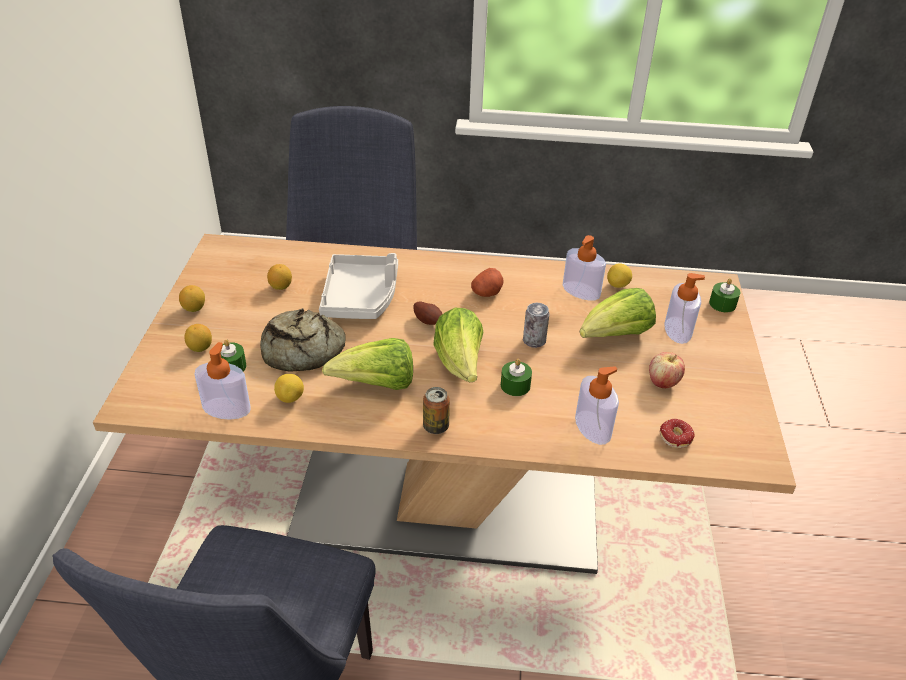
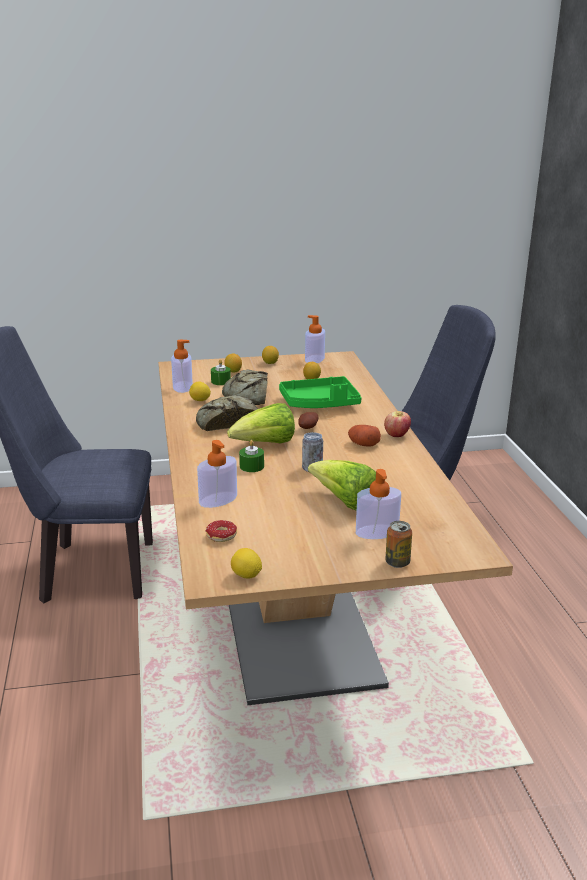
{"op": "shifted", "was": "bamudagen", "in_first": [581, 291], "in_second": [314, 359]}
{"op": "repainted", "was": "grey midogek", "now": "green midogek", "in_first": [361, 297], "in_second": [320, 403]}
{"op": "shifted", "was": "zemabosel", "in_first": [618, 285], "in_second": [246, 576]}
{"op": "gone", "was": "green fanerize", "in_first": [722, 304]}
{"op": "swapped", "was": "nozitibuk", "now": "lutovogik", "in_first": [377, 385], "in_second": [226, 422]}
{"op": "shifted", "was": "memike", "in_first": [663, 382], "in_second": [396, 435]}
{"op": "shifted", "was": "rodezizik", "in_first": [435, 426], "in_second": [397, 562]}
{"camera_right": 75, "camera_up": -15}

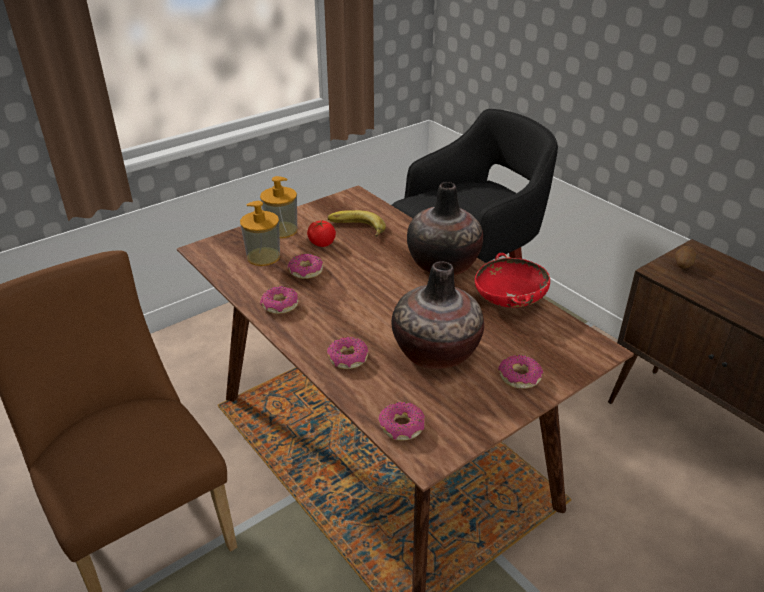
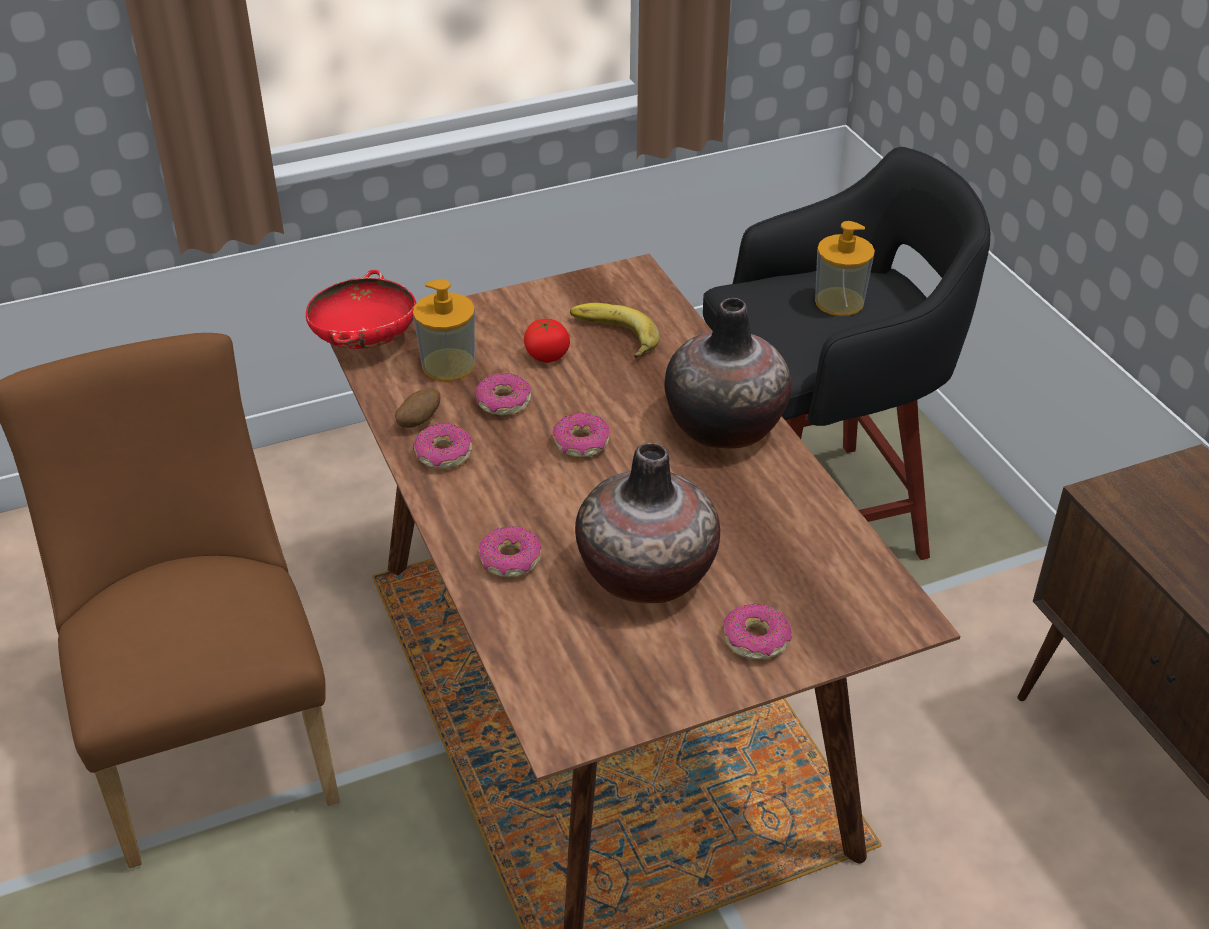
{"op": "shifted", "was": "bamudagen", "in_first": [281, 230], "in_second": [839, 302]}
{"op": "shifted", "was": "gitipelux", "in_first": [682, 265], "in_second": [419, 421]}
{"op": "shifted", "was": "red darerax", "in_first": [509, 301], "in_second": [364, 340]}
{"op": "shifted", "was": "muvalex", "in_first": [401, 427], "in_second": [581, 443]}
{"camera_right": 15, "camera_up": 5}

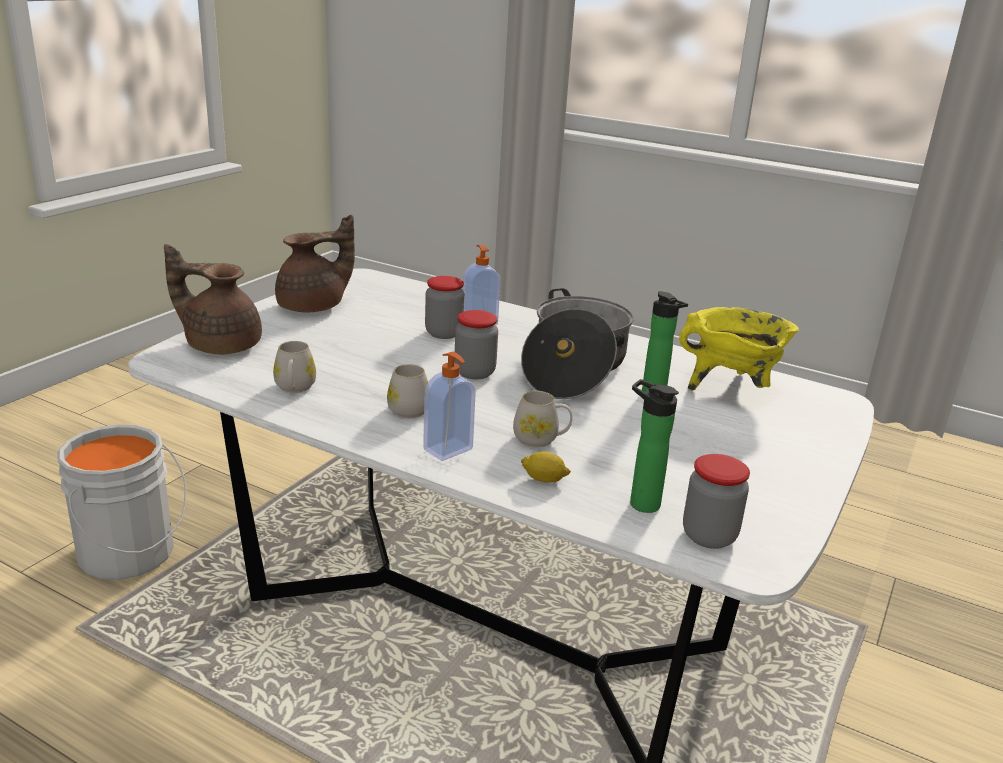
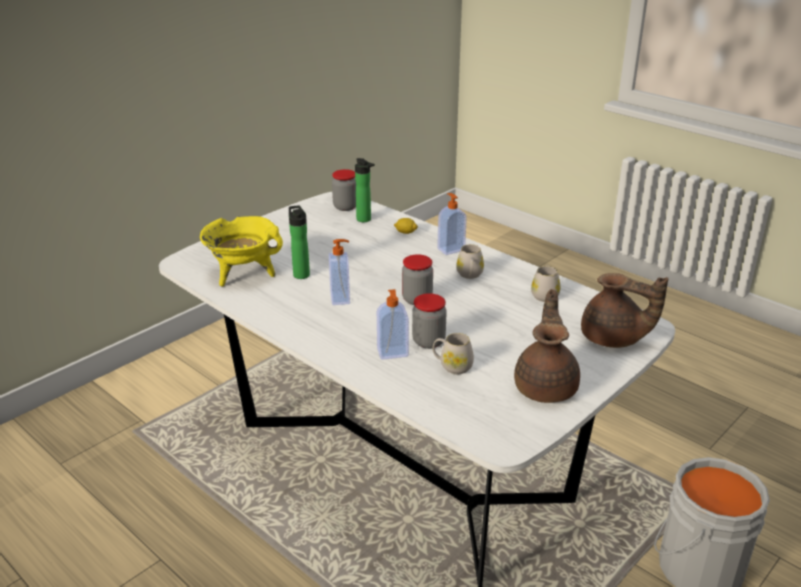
{"op": "rotated", "was": "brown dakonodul", "in_first": [314, 307], "in_second": [546, 386], "clockwise": 120}
{"op": "swapped", "was": "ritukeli", "now": "bamudagen", "in_first": [574, 368], "in_second": [341, 298]}
{"op": "shifted", "was": "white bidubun", "in_first": [541, 439], "in_second": [452, 366]}
{"camera_right": -165, "camera_up": 5}

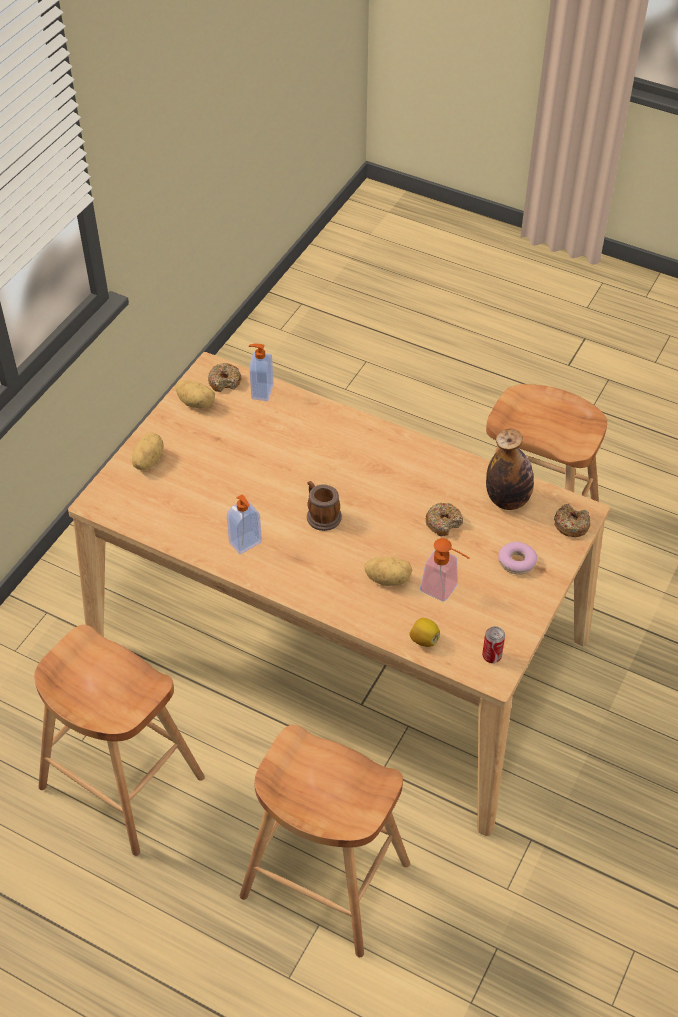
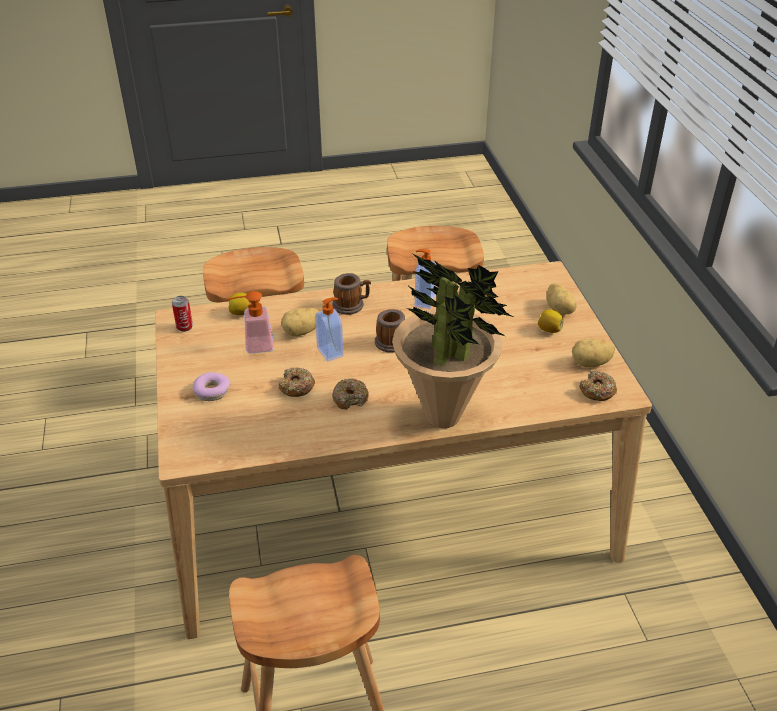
{"op": "shifted", "was": "bamudagen", "in_first": [261, 392], "in_second": [331, 352]}
{"op": "gone", "was": "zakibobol", "in_first": [507, 500]}
{"op": "shifted", "was": "muvalex", "in_first": [571, 525], "in_second": [350, 398]}
{"op": "new", "now": "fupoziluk", "in_second": [444, 417]}
{"op": "new", "now": "bidubun", "in_second": [351, 305]}
{"op": "new", "now": "zemabosel", "in_second": [549, 330]}
{"camera_right": 140, "camera_up": -10}

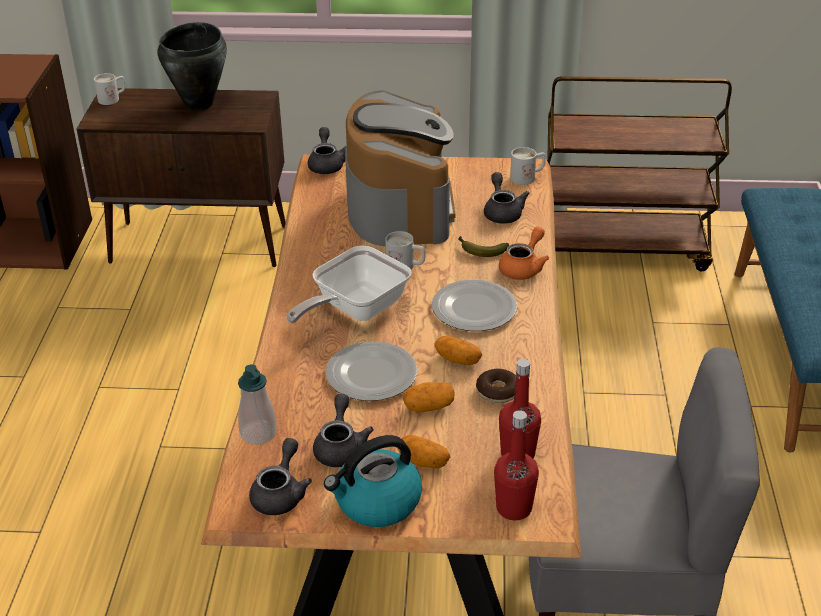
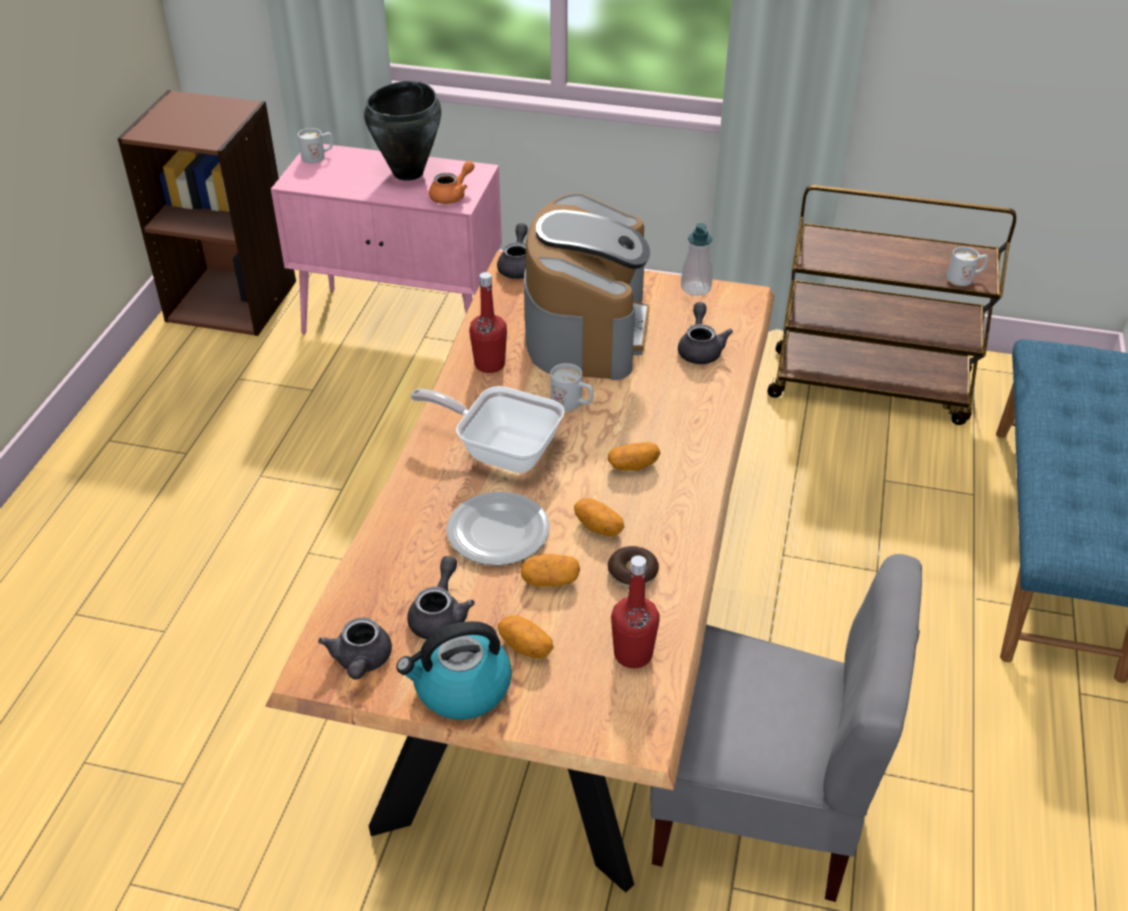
{"op": "repainted", "was": "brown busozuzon", "now": "pink busozuzon", "in_first": [201, 244], "in_second": [403, 324]}
{"op": "shifted", "was": "white bidubun", "in_first": [527, 177], "in_second": [965, 278]}
{"op": "shifted", "was": "orange dakonodul", "in_first": [523, 268], "in_second": [452, 195]}
{"op": "gone", "was": "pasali", "in_first": [480, 250]}
{"op": "rotated", "was": "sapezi", "in_first": [354, 310], "in_second": [501, 450], "clockwise": 60}
{"op": "swapped", "was": "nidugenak", "now": "gitipelux", "in_first": [473, 308], "in_second": [633, 465]}
{"op": "shifted", "was": "bamudagen", "in_first": [258, 433], "in_second": [696, 288]}
{"op": "shifted", "was": "red zakibobol", "in_first": [514, 508], "in_second": [489, 364]}
{"op": "rotated", "was": "grey dakonodul", "in_first": [281, 493], "in_second": [361, 661], "clockwise": 150}
{"camera_right": 10, "camera_up": 5}

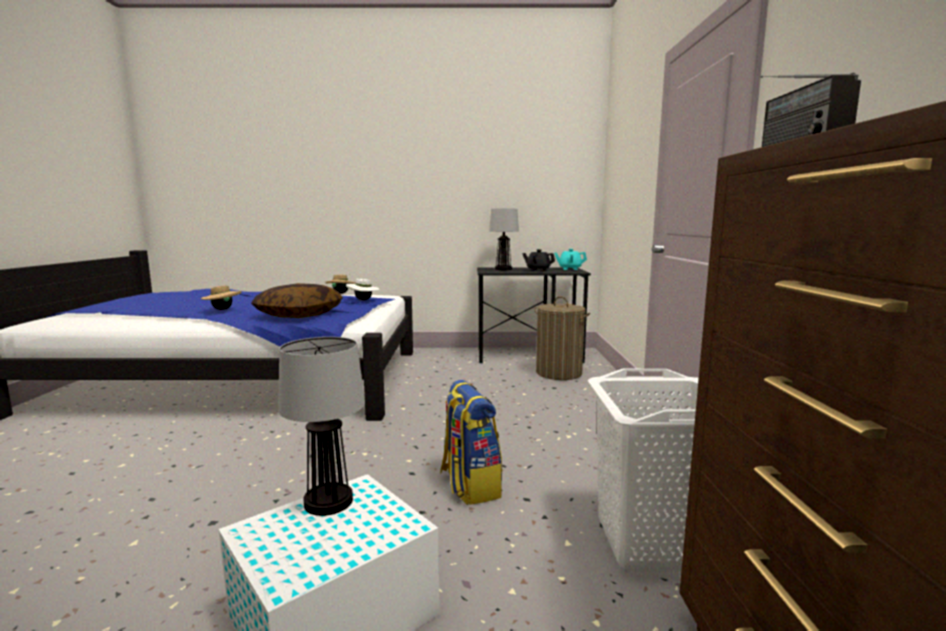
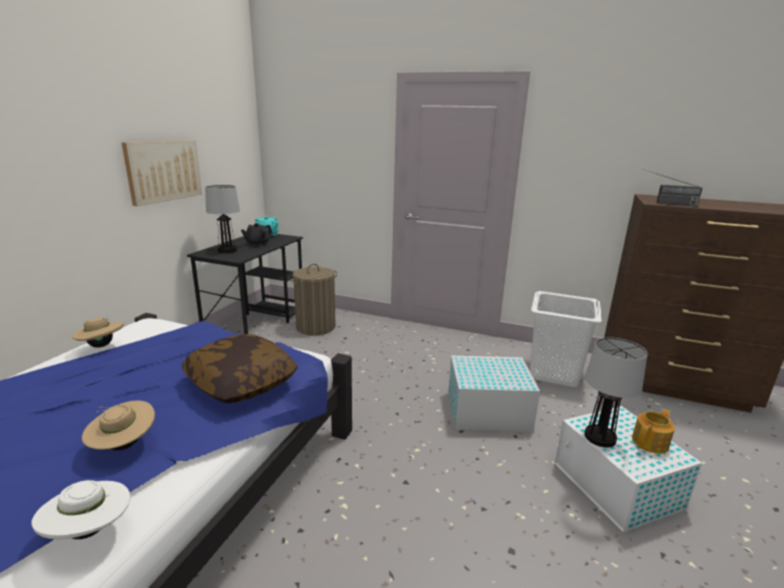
{"op": "shifted", "was": "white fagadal", "in_first": [363, 300], "in_second": [90, 531]}
{"op": "swapped", "was": "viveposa", "now": "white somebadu", "in_first": [469, 485], "in_second": [486, 410]}
{"op": "new", "now": "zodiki", "in_second": [163, 170]}
{"op": "new", "now": "dakonodul", "in_second": [651, 442]}
{"camera_right": -70, "camera_up": 10}

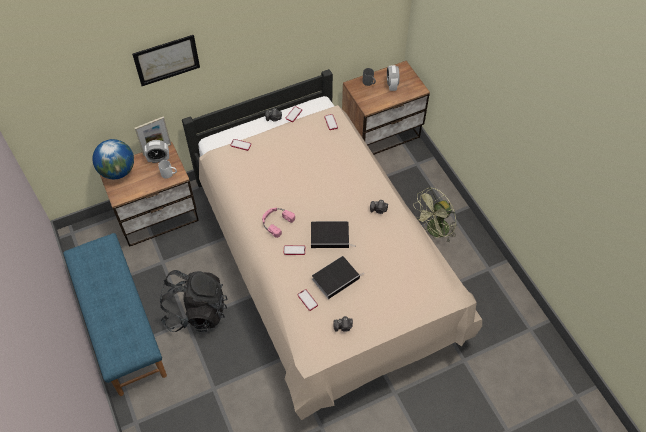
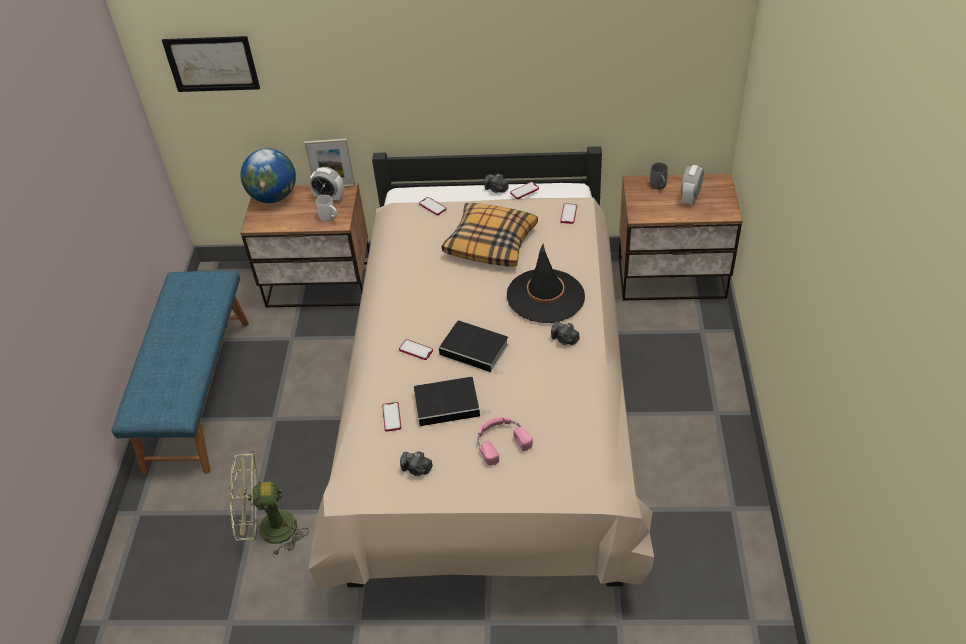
{"op": "shifted", "was": "zodiki", "in_first": [166, 60], "in_second": [212, 63]}
{"op": "shifted", "was": "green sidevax", "in_first": [434, 231], "in_second": [268, 530]}
{"op": "shifted", "was": "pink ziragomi", "in_first": [276, 222], "in_second": [501, 441]}
{"op": "gone", "was": "black viveposa", "in_first": [196, 311]}
{"op": "new", "now": "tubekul", "in_second": [491, 242]}
{"op": "new", "now": "black fagadal", "in_second": [545, 296]}
{"camera_right": 30, "camera_up": -10}

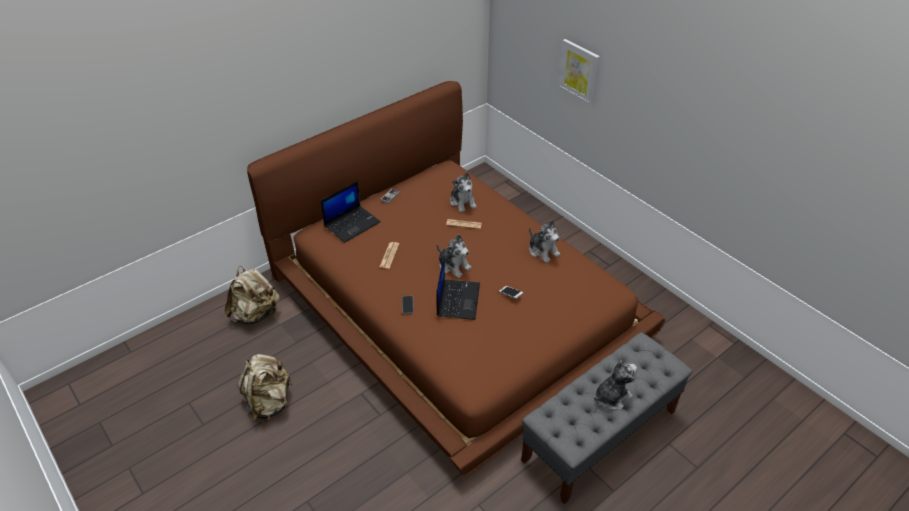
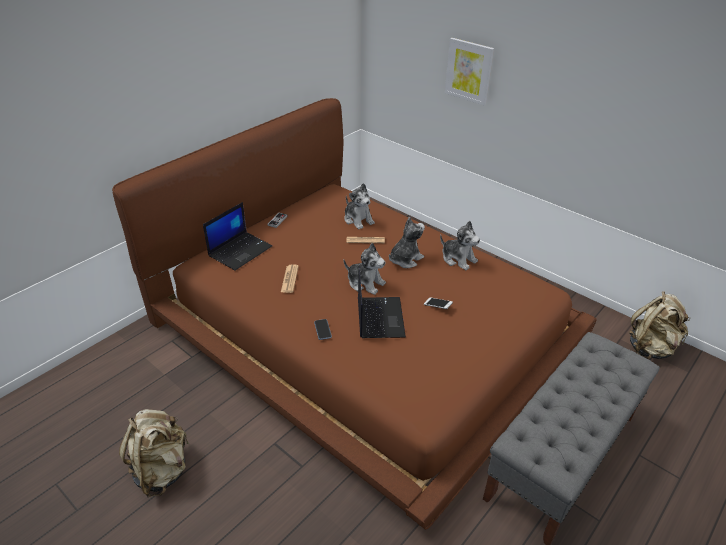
{"op": "shifted", "was": "beige viveposa", "in_first": [256, 314], "in_second": [651, 348]}
{"op": "shifted", "was": "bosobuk", "in_first": [611, 396], "in_second": [405, 259]}
{"camera_right": -10, "camera_up": -5}

